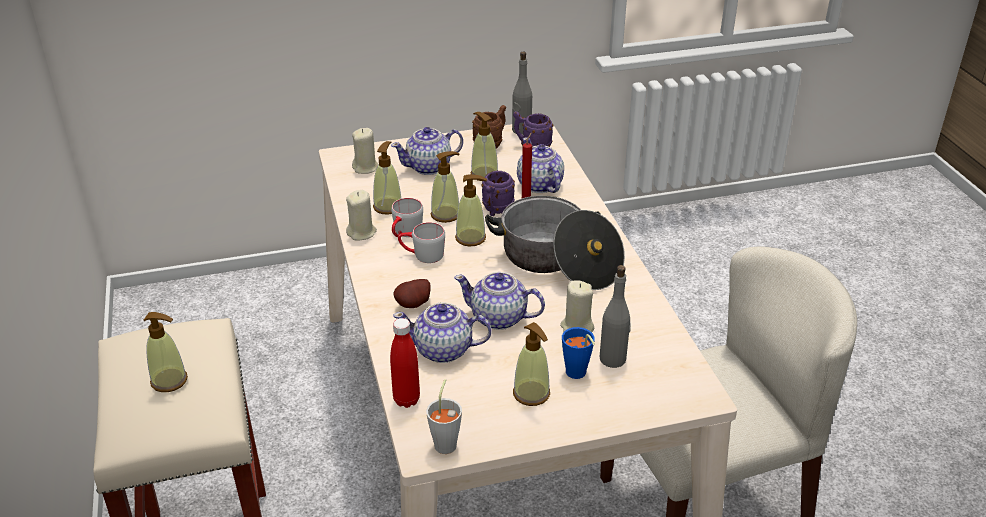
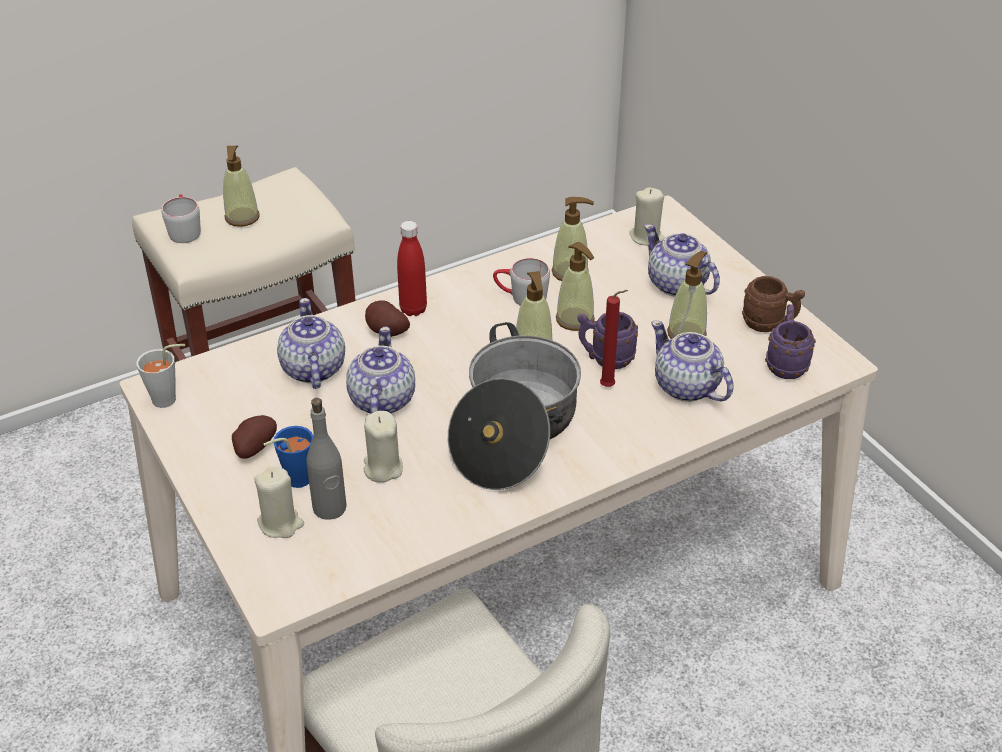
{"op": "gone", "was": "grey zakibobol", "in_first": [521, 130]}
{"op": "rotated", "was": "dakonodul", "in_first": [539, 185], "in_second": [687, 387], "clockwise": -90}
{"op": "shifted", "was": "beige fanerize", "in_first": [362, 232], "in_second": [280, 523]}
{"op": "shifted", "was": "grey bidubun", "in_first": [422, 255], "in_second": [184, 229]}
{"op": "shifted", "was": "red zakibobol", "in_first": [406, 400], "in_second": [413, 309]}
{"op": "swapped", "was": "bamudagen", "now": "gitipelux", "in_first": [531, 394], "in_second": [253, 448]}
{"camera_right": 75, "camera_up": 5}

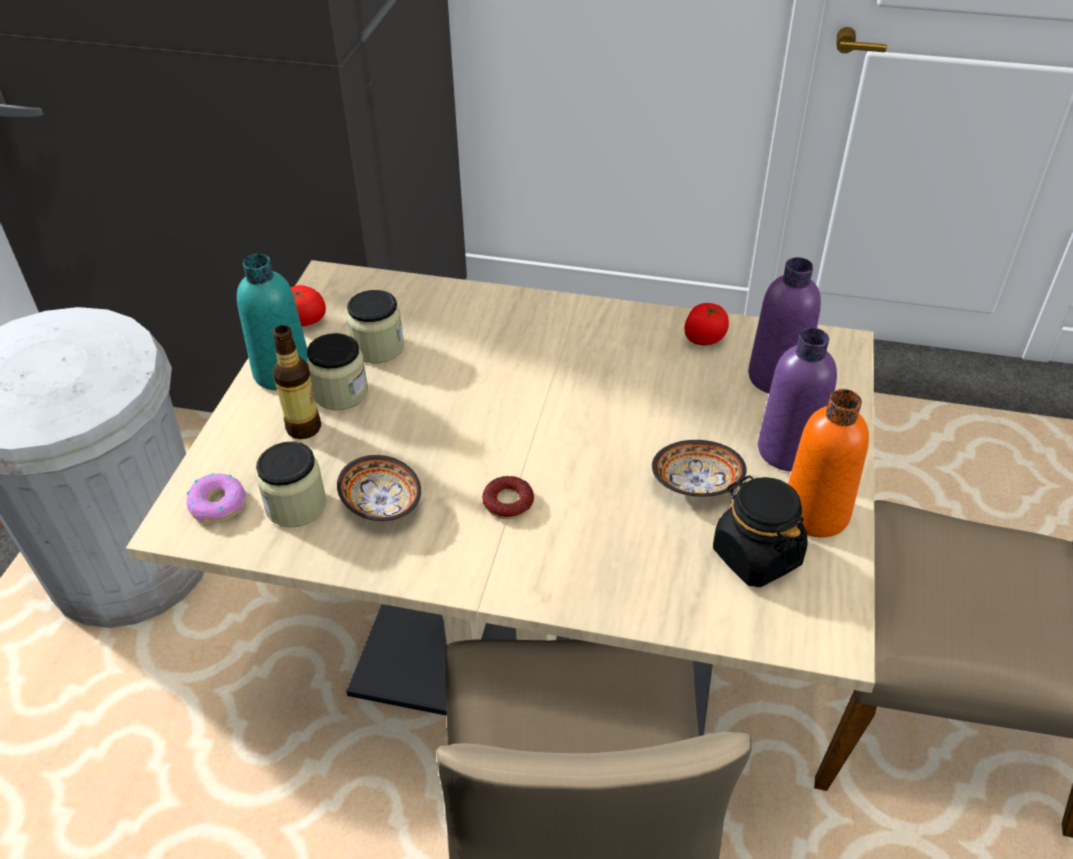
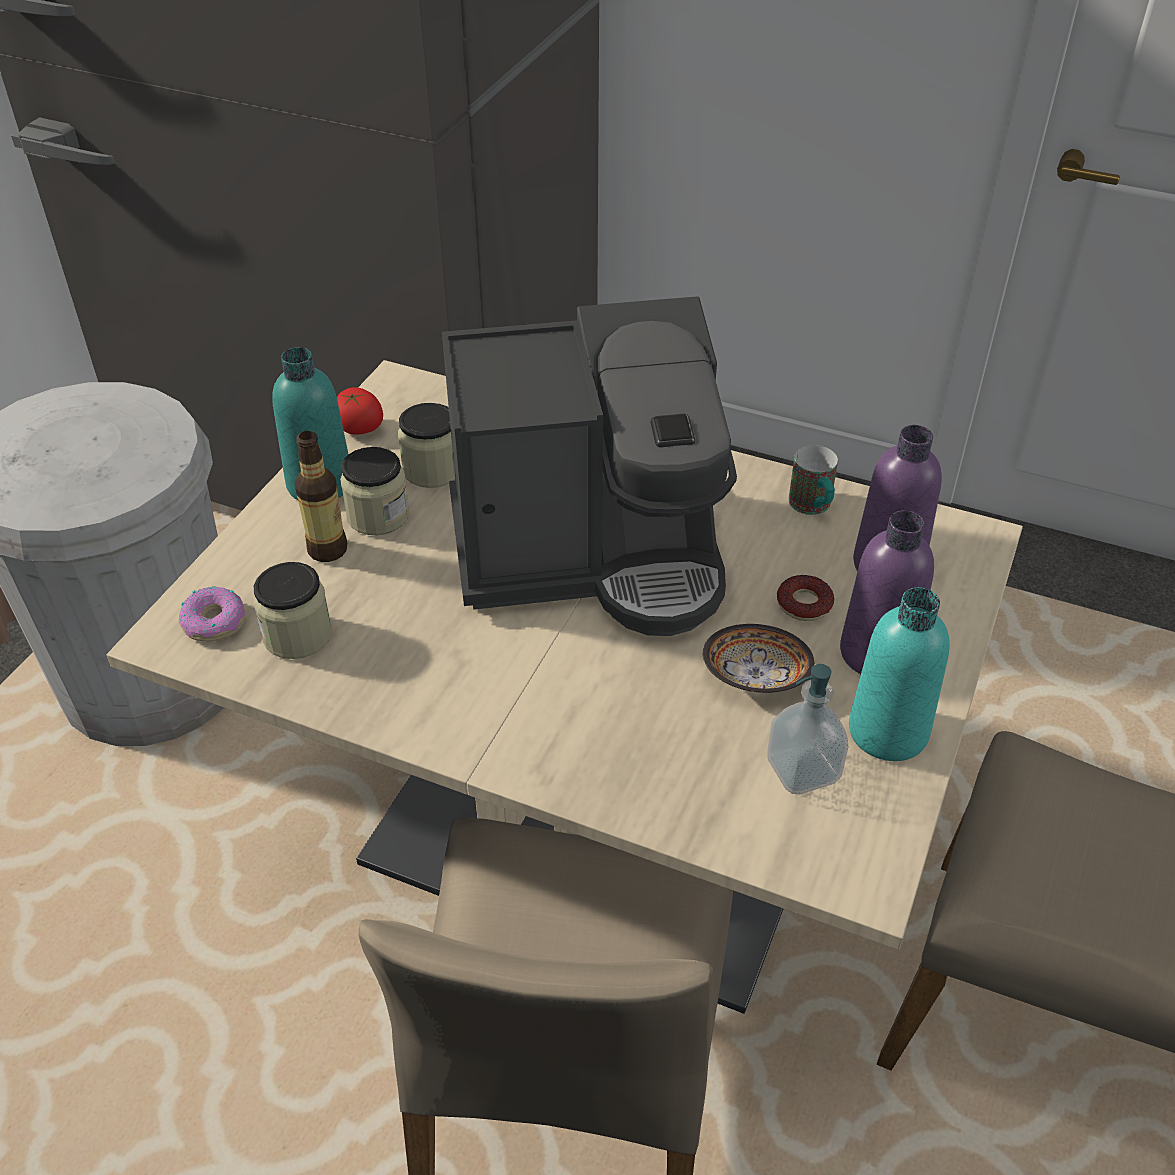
{"op": "swapped", "was": "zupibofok", "now": "bidubun", "in_first": [704, 338], "in_second": [813, 508]}
{"op": "repainted", "was": "orange zakibobol", "now": "turquoise zakibobol", "in_first": [815, 513], "in_second": [888, 731]}
{"op": "gone", "was": "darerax", "in_first": [382, 502]}
{"op": "swapped", "was": "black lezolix", "now": "bamudagen", "in_first": [756, 556], "in_second": [802, 770]}
{"op": "shifted", "was": "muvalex", "in_first": [508, 502], "in_second": [804, 604]}
{"op": "new", "now": "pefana", "in_second": [592, 553]}
{"camera_right": 10, "camera_up": 0}

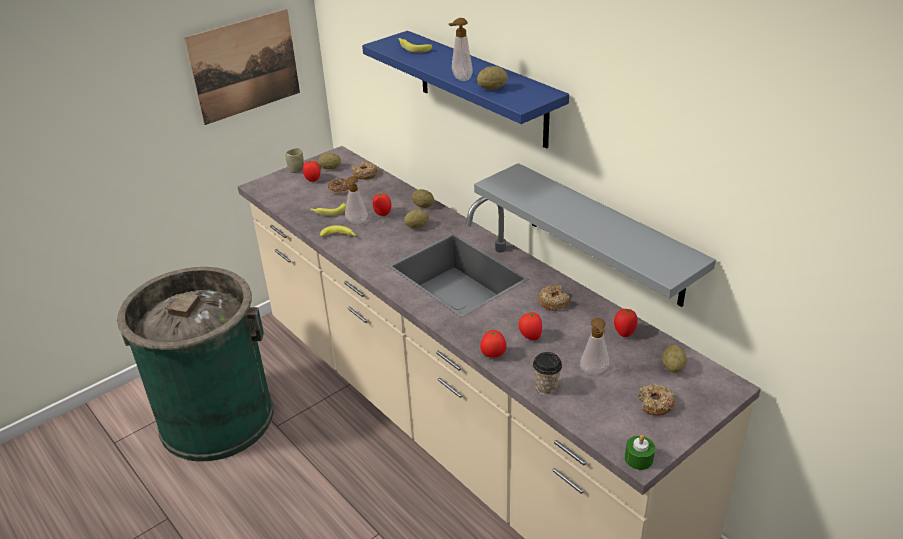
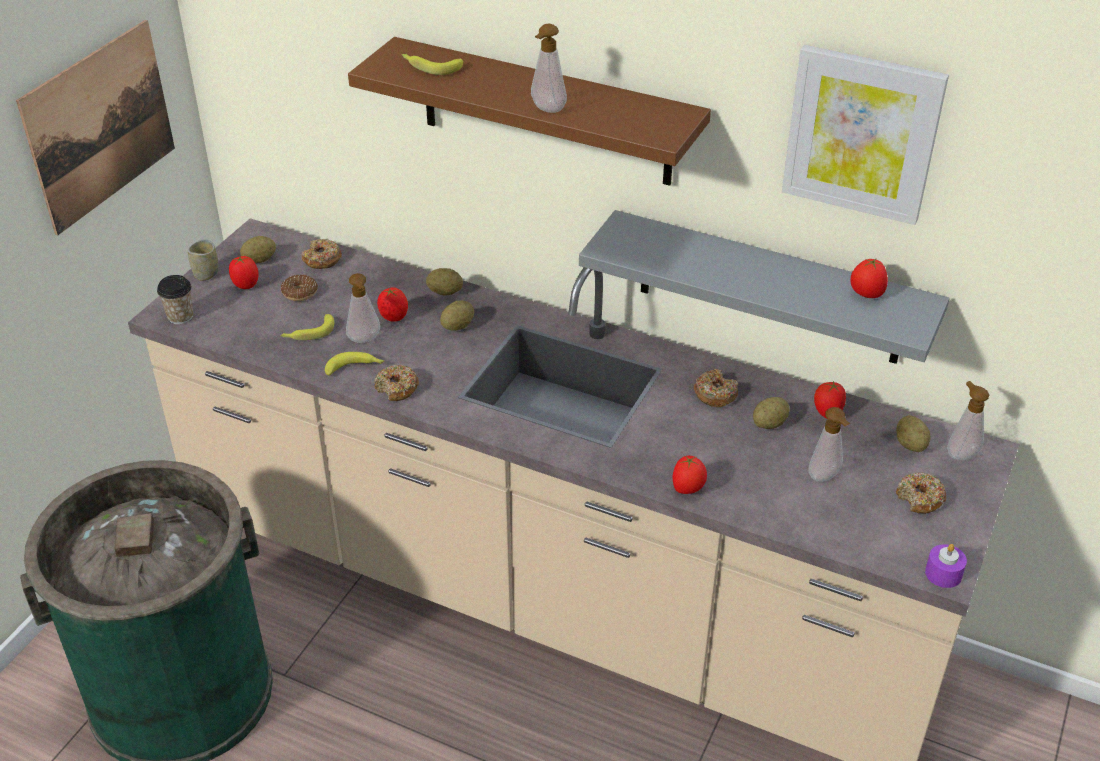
{"op": "repainted", "was": "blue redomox", "now": "brown redomox", "in_first": [481, 89], "in_second": [545, 112]}
{"op": "shifted", "was": "gitipelux", "in_first": [492, 88], "in_second": [769, 424]}
{"op": "shifted", "was": "zupibofok", "in_first": [530, 336], "in_second": [866, 295]}
{"op": "shifted", "was": "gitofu", "in_first": [546, 387], "in_second": [180, 316]}
{"op": "repainted", "was": "green fanerize", "now": "purple fanerize", "in_first": [638, 459], "in_second": [943, 574]}
{"op": "new", "now": "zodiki", "in_second": [862, 133]}
{"op": "new", "now": "muvalex", "in_second": [397, 388]}
{"op": "new", "now": "bamudagen", "in_second": [960, 453]}
{"camera_right": -25, "camera_up": 5}

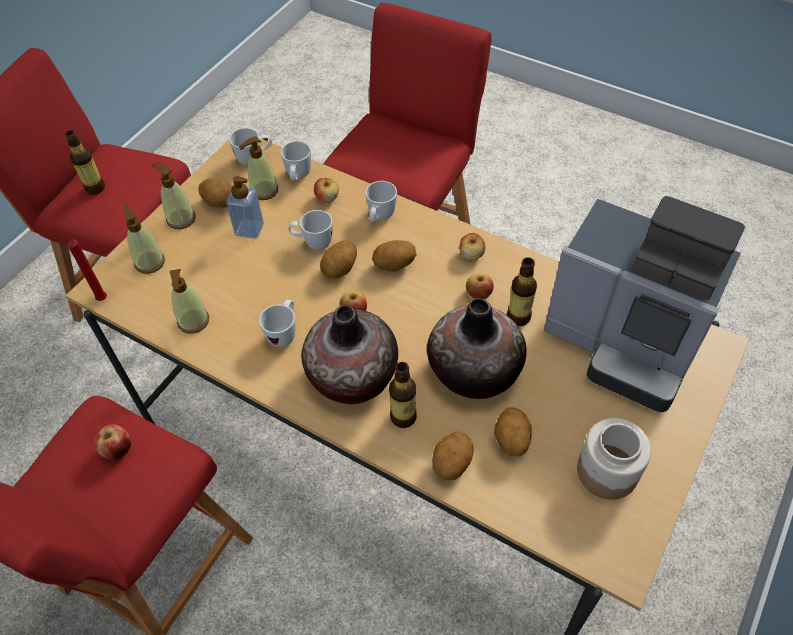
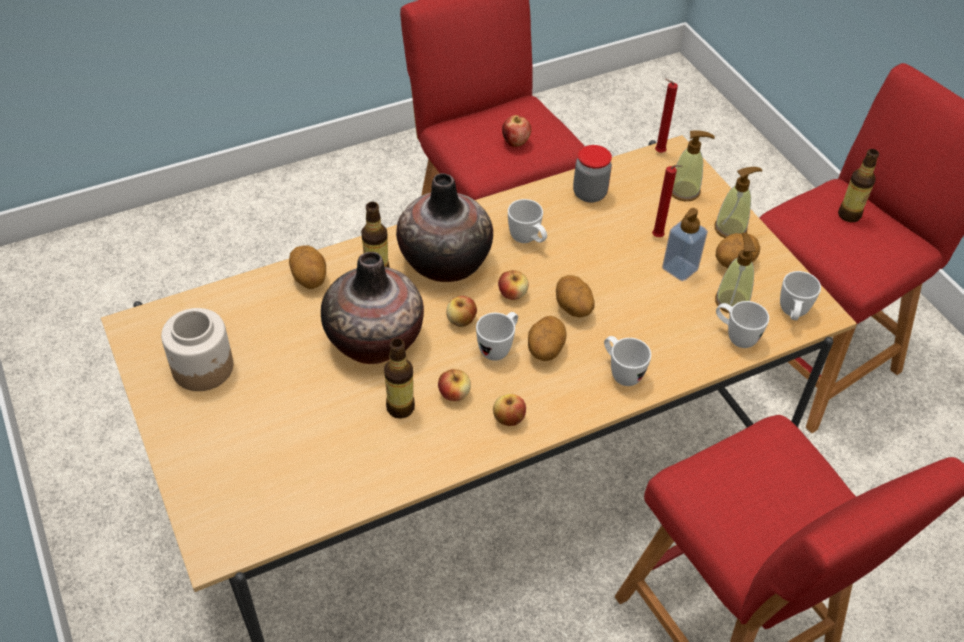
{"op": "shifted", "was": "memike", "in_first": [327, 198], "in_second": [461, 320]}
{"op": "gone", "was": "pefana", "in_first": [624, 343]}
{"op": "shifted", "was": "white bidubun", "in_first": [313, 243], "in_second": [498, 347]}
{"op": "swapped", "was": "bamudagen", "now": "lezolix", "in_first": [193, 321], "in_second": [589, 193]}
{"op": "gone", "was": "gitipelux", "in_first": [510, 440]}
{"op": "new", "now": "red fanerize", "in_second": [659, 238]}
{"camera_right": 120, "camera_up": -5}

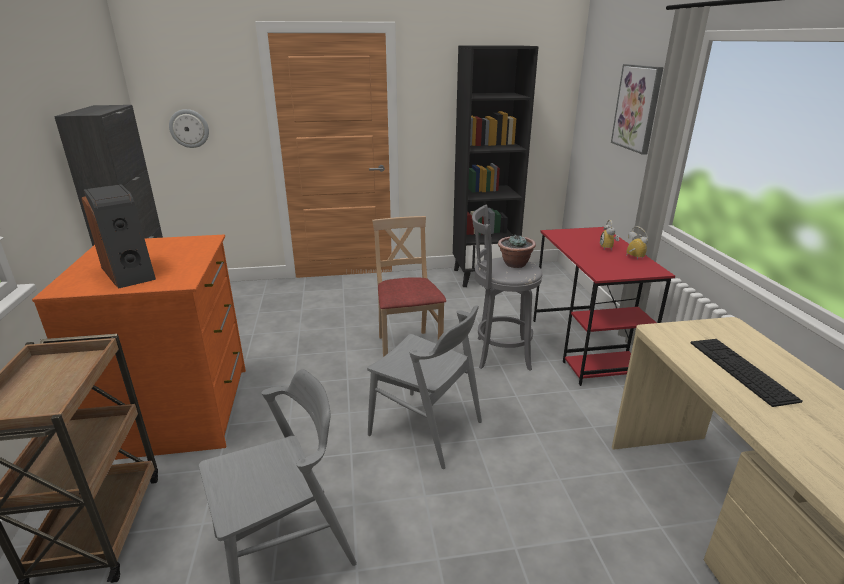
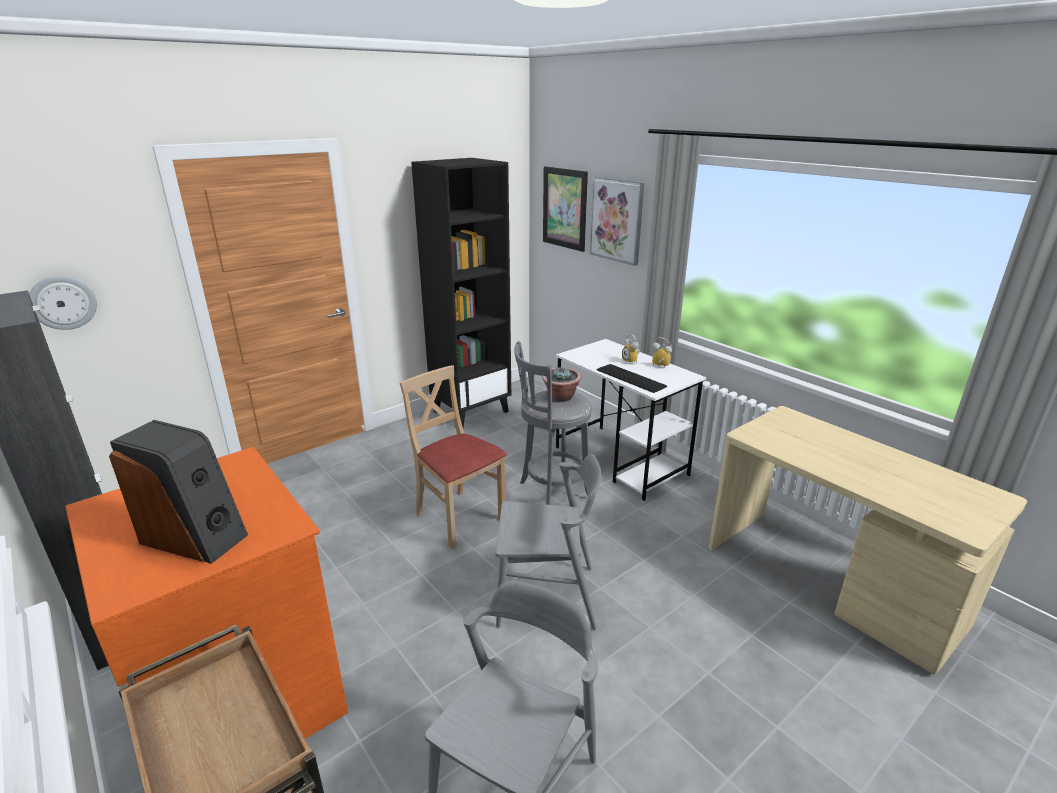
{"op": "repainted", "was": "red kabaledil", "now": "white kabaledil", "in_first": [585, 347], "in_second": [621, 461]}
{"op": "shifted", "was": "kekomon", "in_first": [741, 370], "in_second": [630, 378]}
{"op": "new", "now": "zodiki", "in_second": [564, 208]}
{"camera_right": -30, "camera_up": 0}

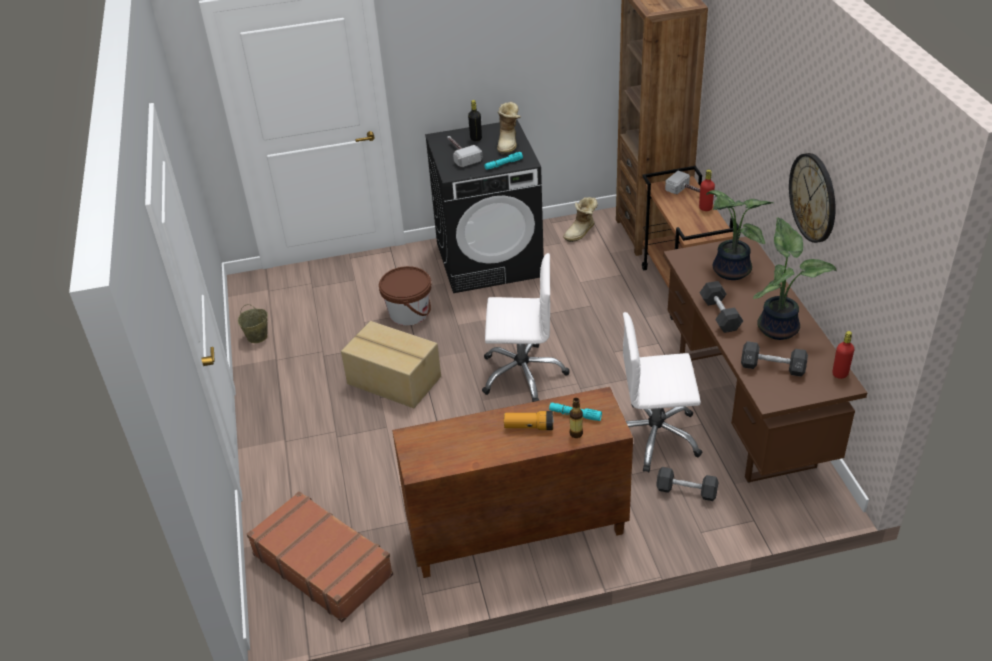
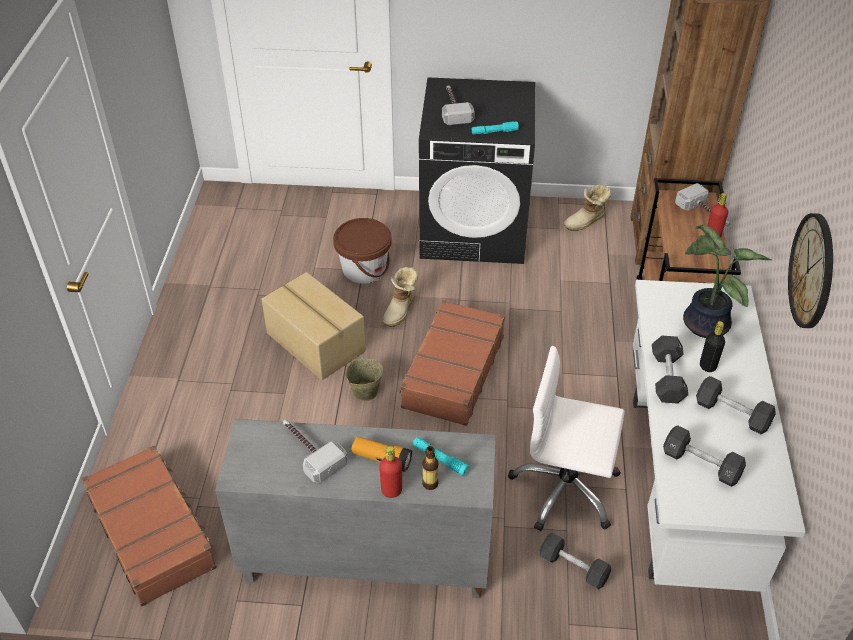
{"op": "shifted", "was": "black zakibobol", "in_first": [476, 138], "in_second": [707, 366]}
{"op": "shifted", "was": "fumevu", "in_first": [509, 143], "in_second": [401, 310]}
{"op": "swapped", "was": "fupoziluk", "now": "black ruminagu", "in_first": [779, 327], "in_second": [732, 413]}
{"op": "repainted", "was": "brown kabaledil", "now": "white kabaledil", "in_first": [745, 410], "in_second": [683, 487]}
{"op": "swapped", "was": "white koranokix", "now": "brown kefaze", "in_first": [522, 374], "in_second": [452, 372]}
{"op": "shifted", "was": "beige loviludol", "in_first": [257, 337], "in_second": [365, 392]}
{"op": "shifted", "was": "red zakibobol", "in_first": [840, 374], "in_second": [391, 491]}
{"op": "repainted", "was": "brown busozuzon", "now": "grey busozuzon", "in_first": [516, 533], "in_second": [364, 559]}
{"op": "new", "now": "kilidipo", "in_second": [309, 451]}
{"camera_right": 15, "camera_up": 5}

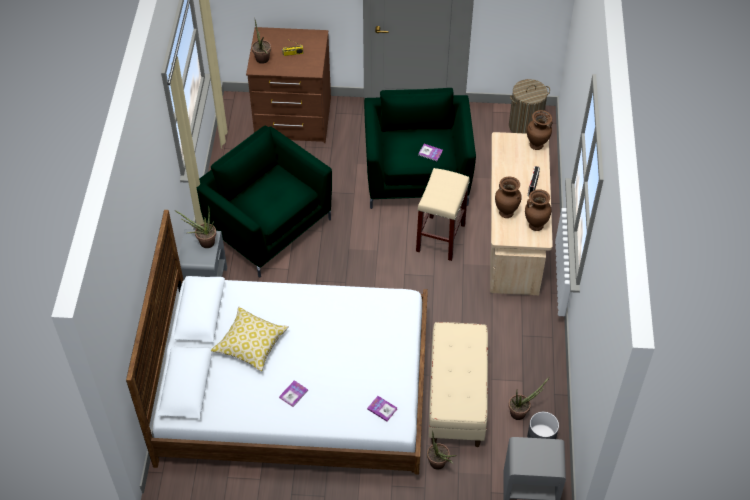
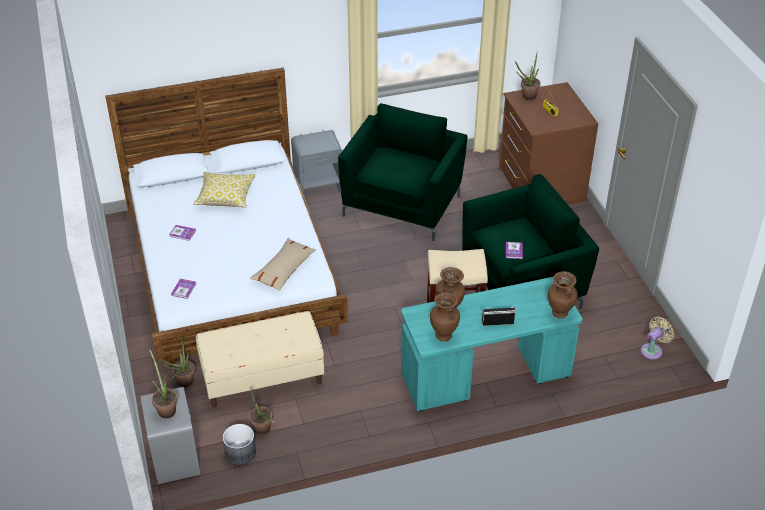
{"op": "swapped", "was": "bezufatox", "now": "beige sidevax", "in_first": [525, 126], "in_second": [653, 350]}
{"op": "repainted", "was": "beige kabaledil", "now": "turquoise kabaledil", "in_first": [514, 238], "in_second": [485, 376]}
{"op": "shifted", "was": "fupoziluk", "in_first": [203, 243], "in_second": [165, 408]}
{"op": "new", "now": "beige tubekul", "in_second": [284, 270]}
{"camera_right": 70, "camera_up": -10}

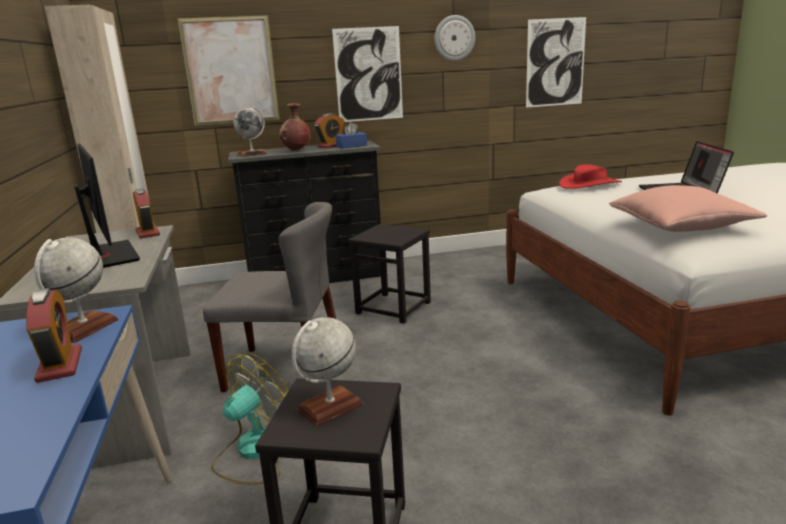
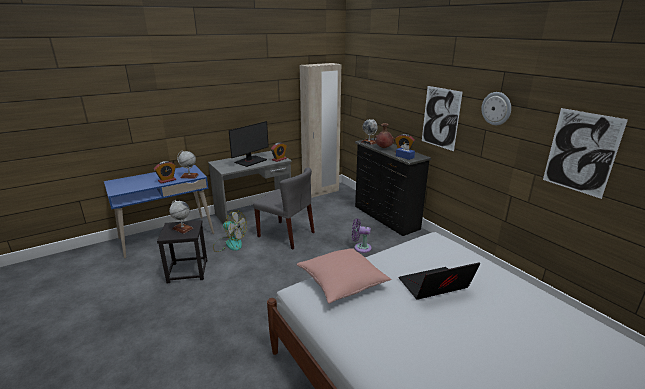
{"op": "gone", "was": "zodiki", "in_first": [230, 71]}
{"op": "gone", "was": "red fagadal", "in_first": [590, 184]}
{"op": "rotated", "was": "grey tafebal", "in_first": [286, 369], "in_second": [286, 234], "clockwise": -45}
{"op": "swapped", "was": "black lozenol", "now": "purple sidevax", "in_first": [394, 307], "in_second": [360, 247]}
{"camera_right": 70, "camera_up": 5}

